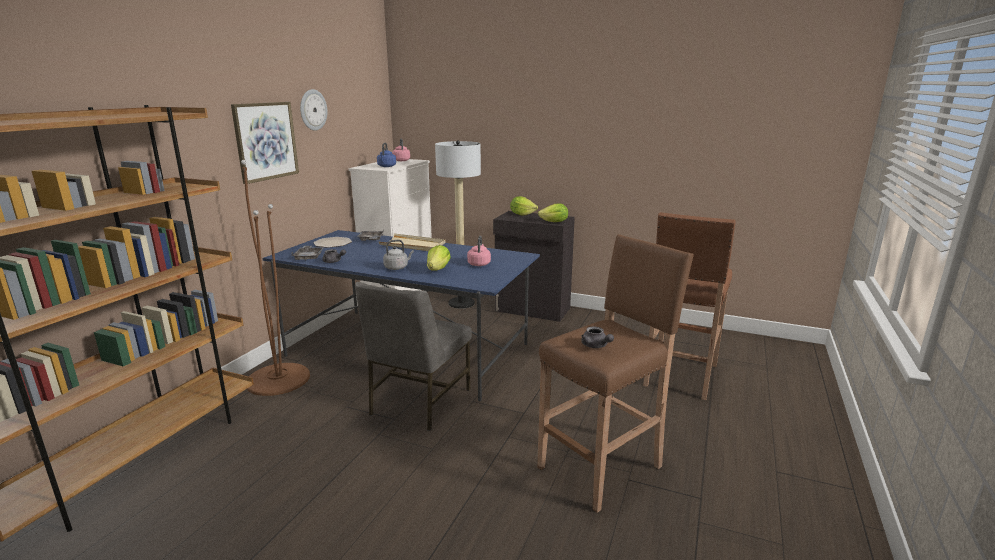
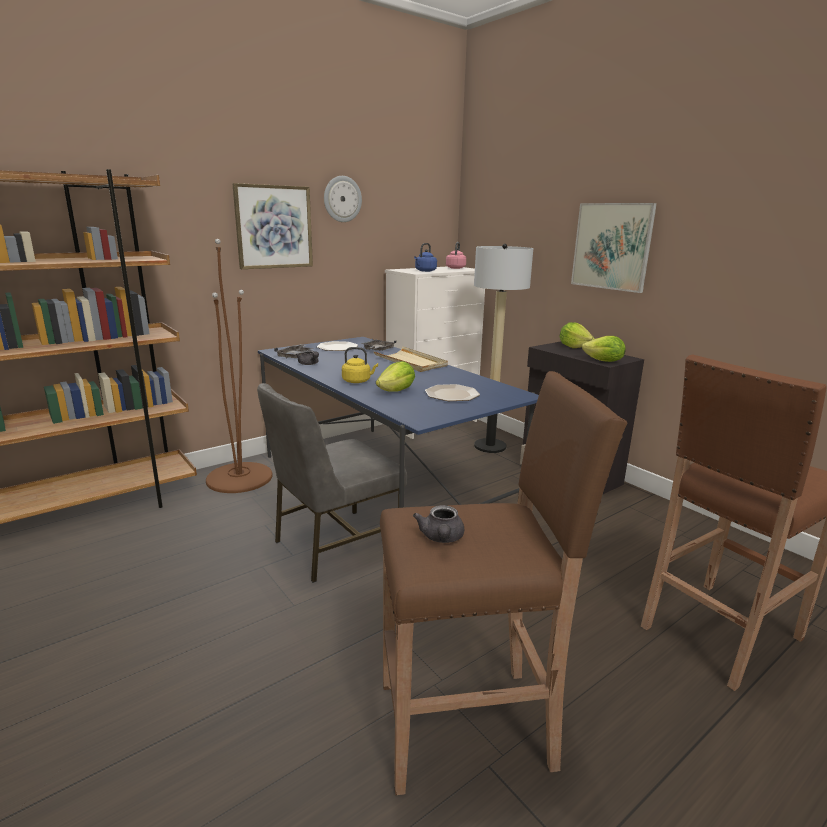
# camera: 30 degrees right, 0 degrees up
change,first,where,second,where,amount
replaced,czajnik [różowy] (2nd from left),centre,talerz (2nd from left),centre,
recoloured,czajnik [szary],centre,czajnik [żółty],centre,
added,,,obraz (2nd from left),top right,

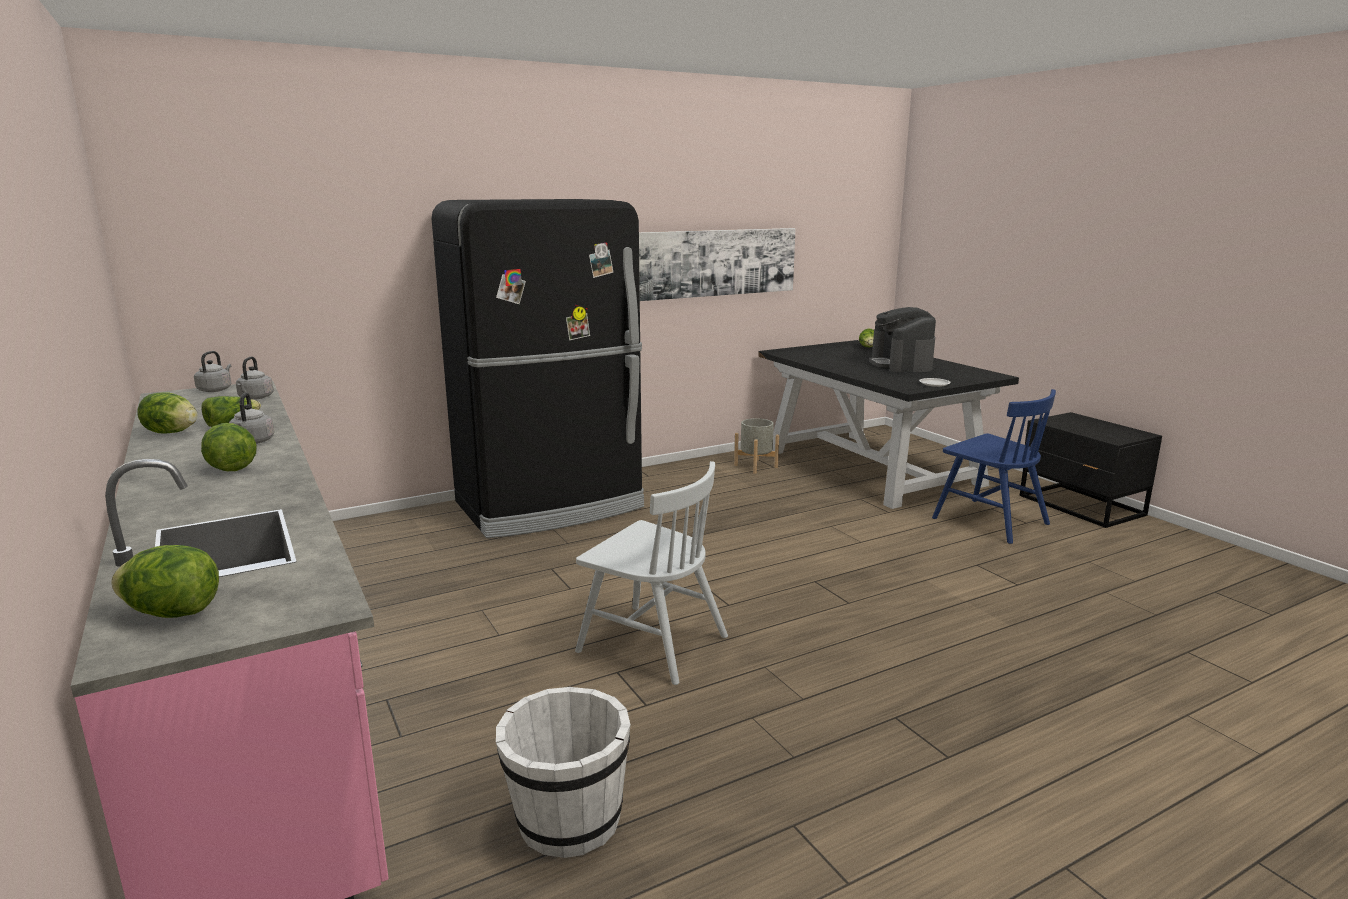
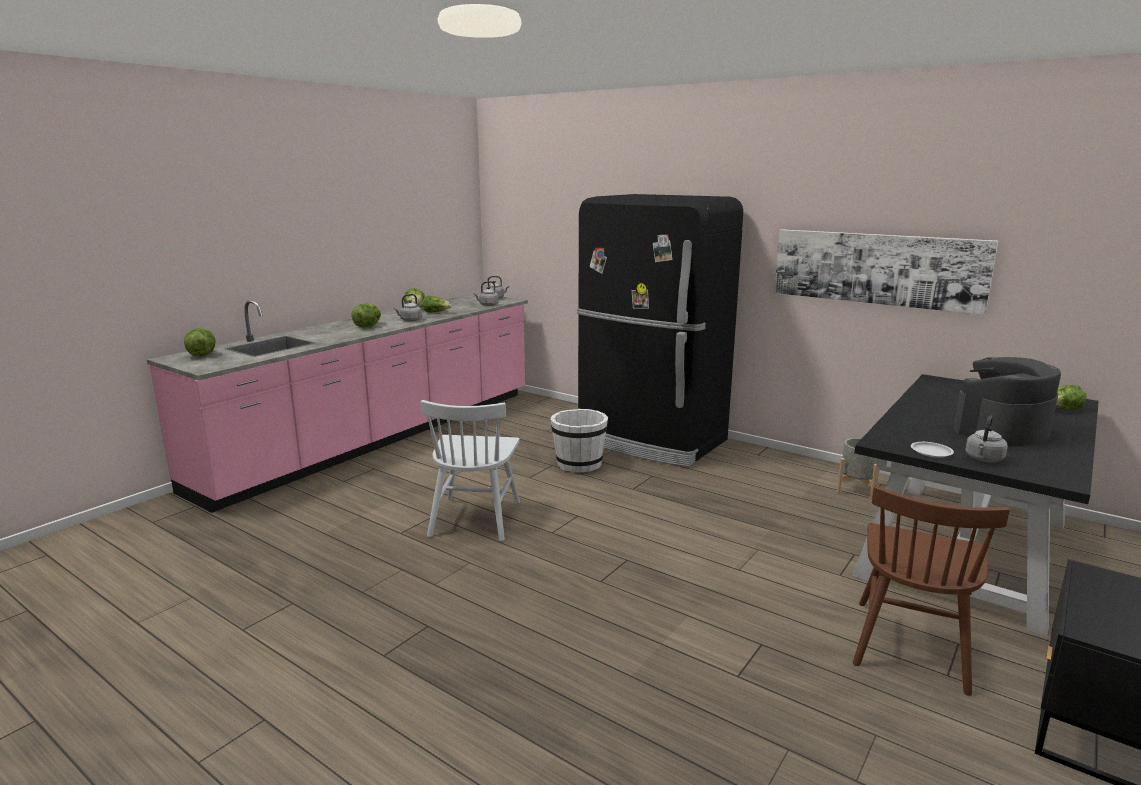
# camera: 65 degrees right, 0 degrees up
change,first,where,second,where,amount
recoloured,krzesło [niebieski],middle right,krzesło [brązowy],bottom right,
moved,wiadro [biały],bottom centre,,centre,
added,,,czajnik [szary] (4th from left),middle right,

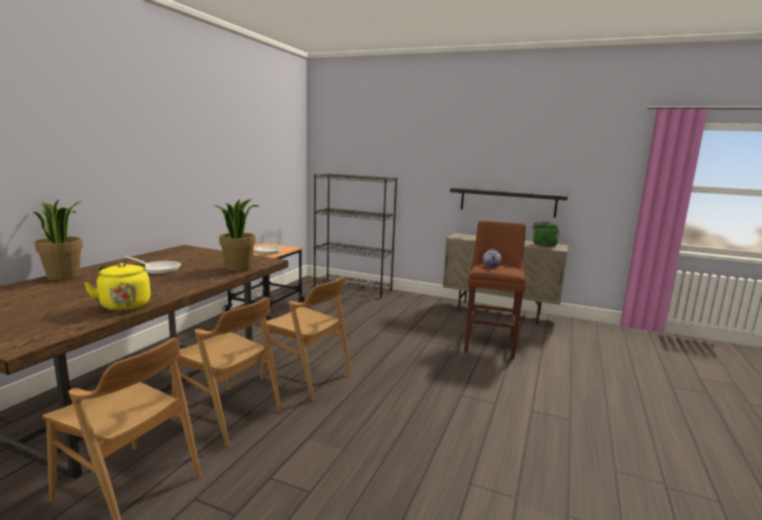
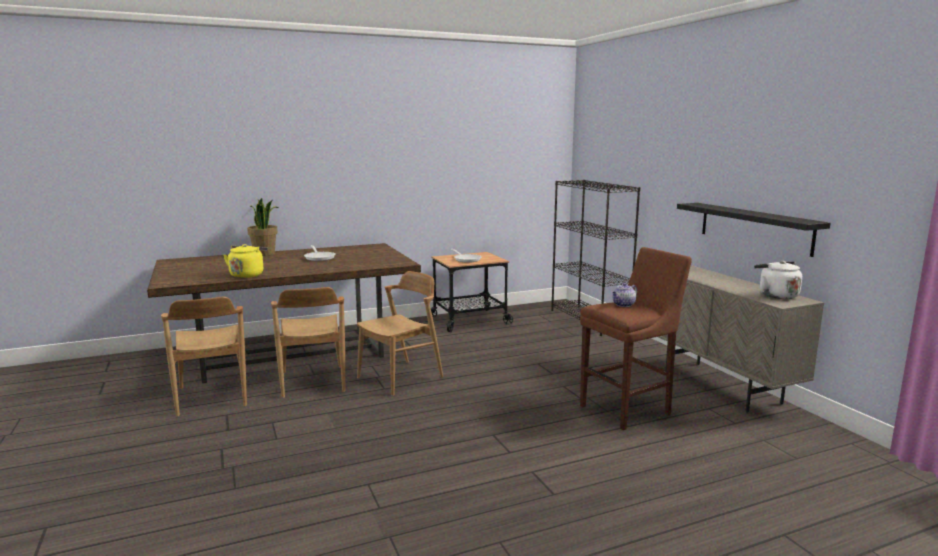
# camera: 45 degrees right, 0 degrees up
change,first,where,second,where,amount
removed,roślina doniczkowa (2nd from left),middle left,,,
recoloured,czajnik [zielony],middle right,czajnik [biały],middle right,
turned,krzesło [brązowy] (3rd from left),centre,,centre,120 degrees counterclockwise

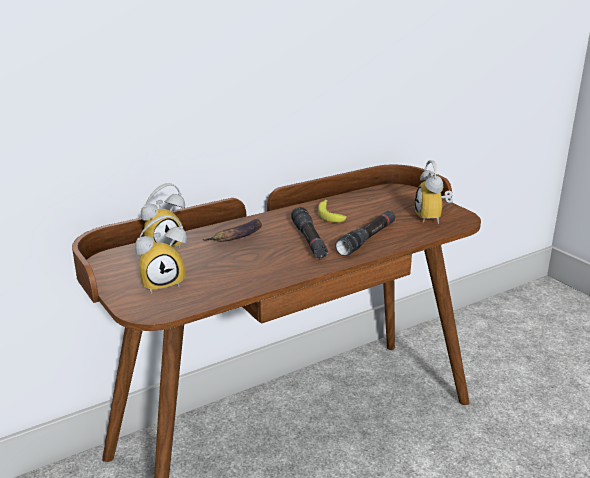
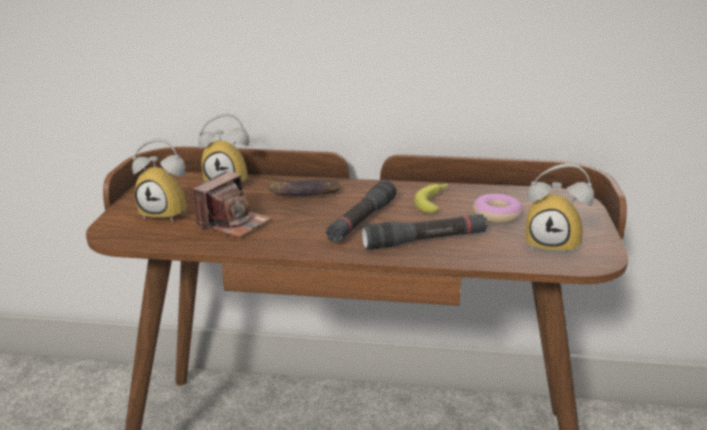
# camera: 40 degrees right, 0 degrees up
change,first,where,second,where,amount
turned,budzik (3rd from left),middle right,,middle right,105 degrees counterclockwise
added,,,aparat fotograficzny,middle left,
added,,,donut,middle right,

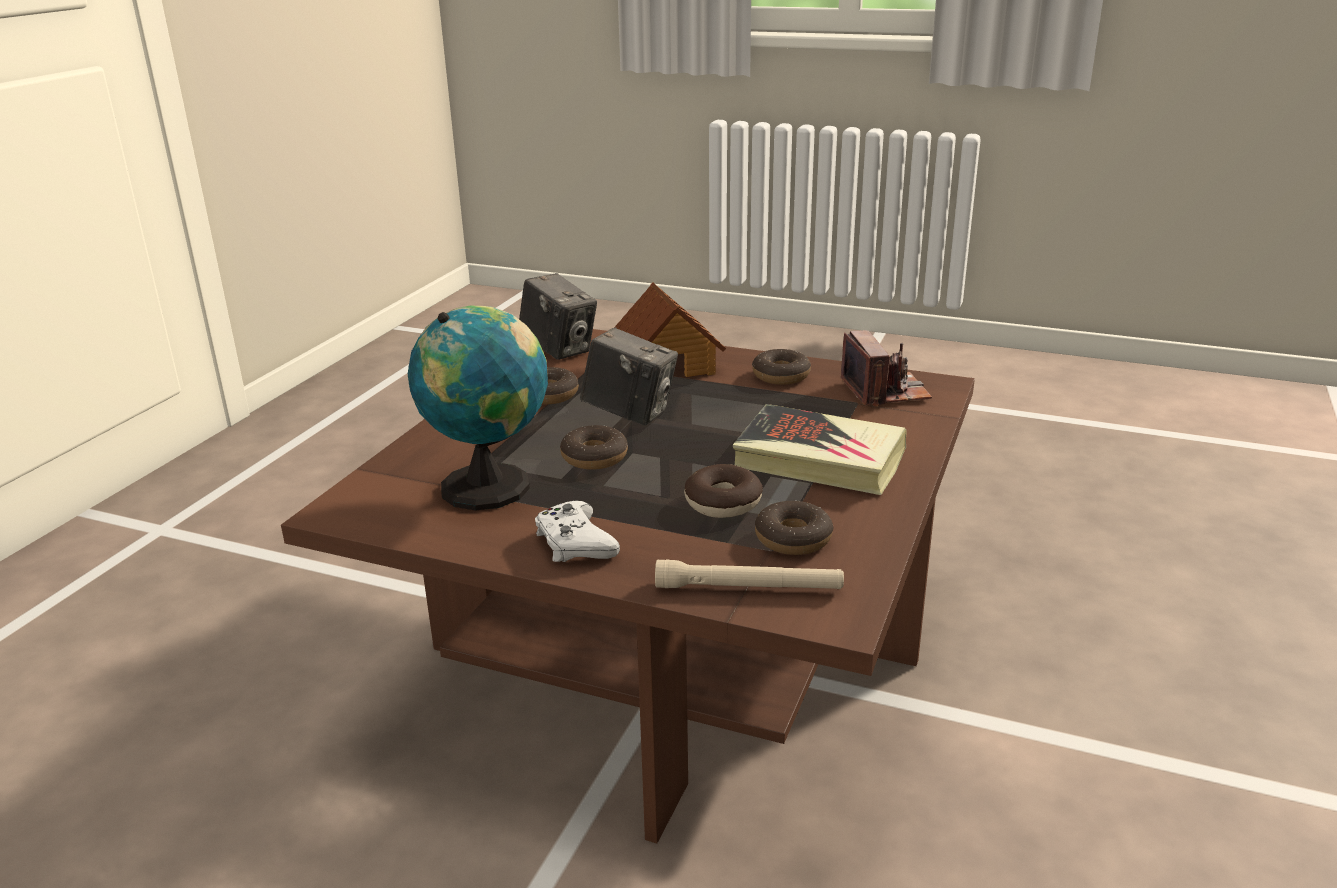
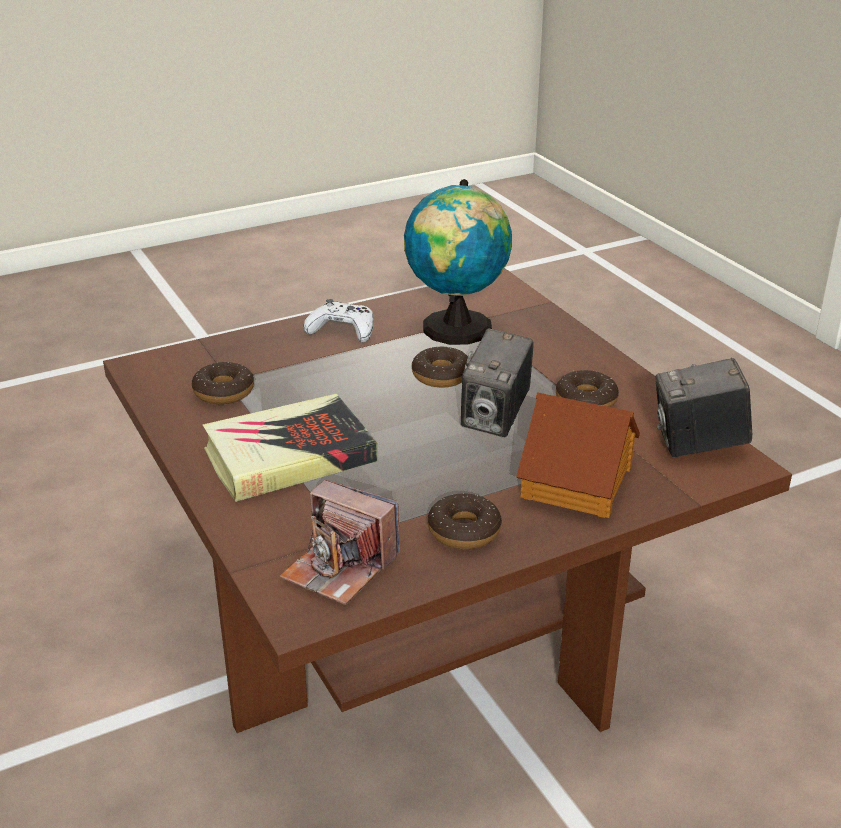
# camera: 130 degrees right, 5 degrees up
change,first,where,second,where,amount
turned,aparat fotograficzny (2nd from left),centre,,centre,45 degrees counterclockwise
removed,donut (3rd from left),centre,,,
removed,latarka [beżowy],centre,,,

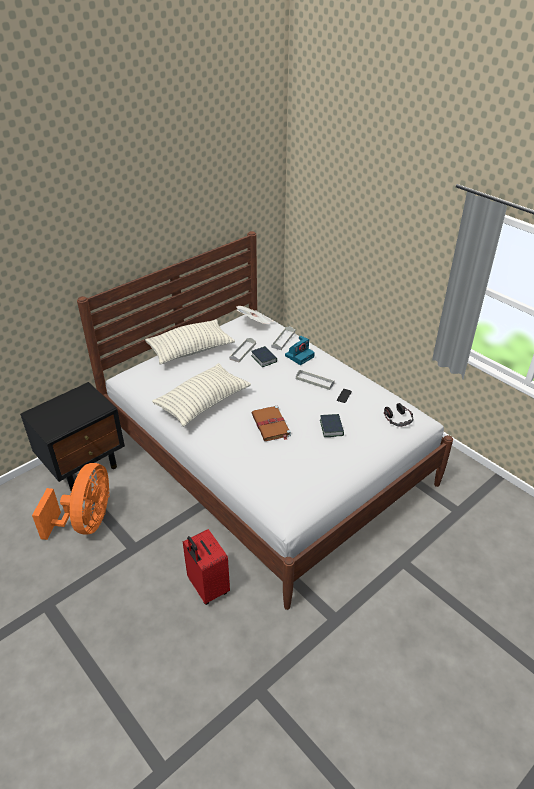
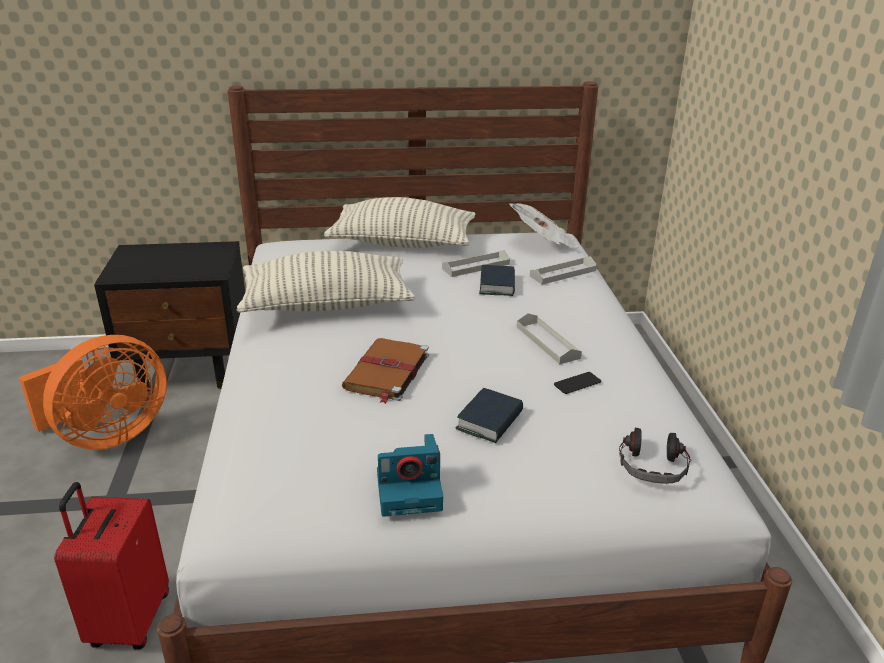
# camera: 35 degrees right, 10 degrees down
change,first,where,second,where,amount
moved,aparat fotograficzny,centre,,bottom centre,

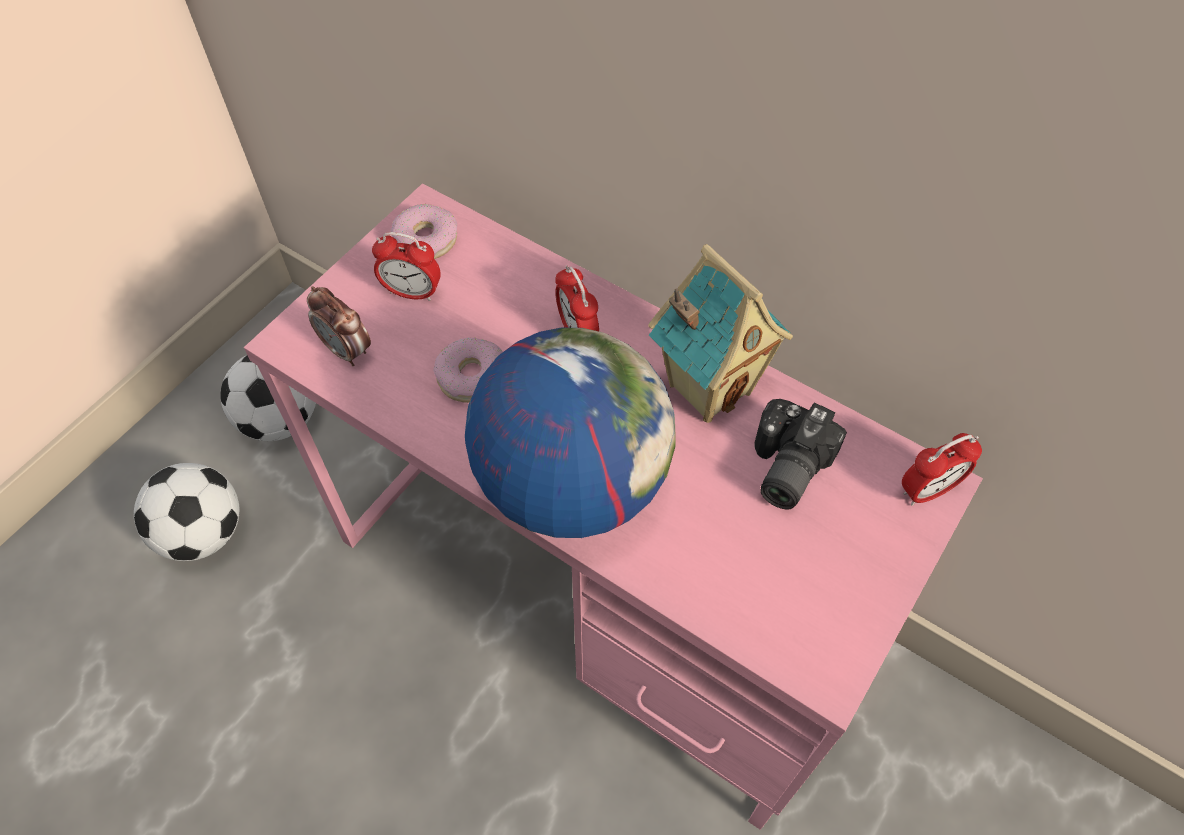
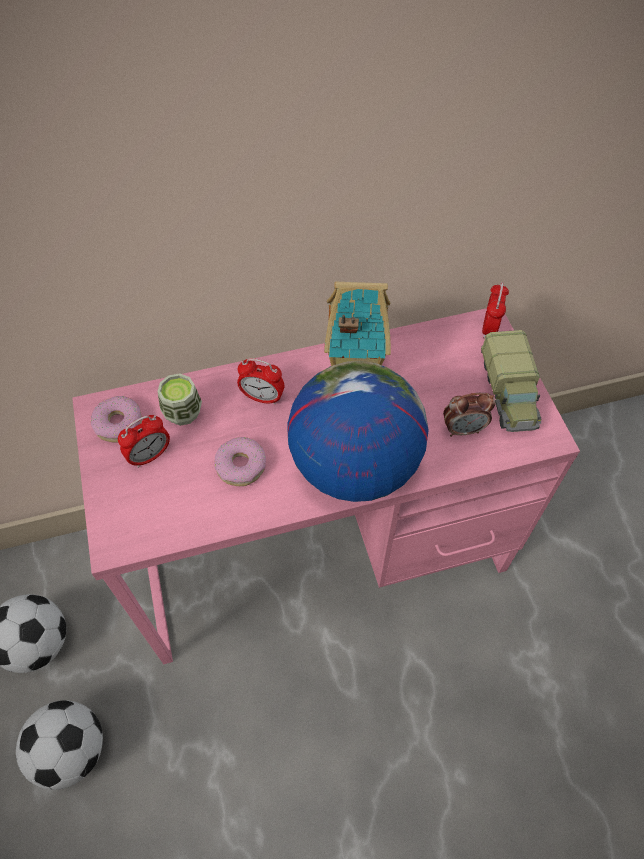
# camera: 50 degrees left, 0 degrees up
change,first,where,second,where,amount
moved,budzik (1st from left in the first image),middle left,budzik (3rd from left),middle right,
removed,aparat fotograficzny,middle right,,,
added,,,ciężarówka zabawkowa,middle right,
added,,,filiżanka,middle left,

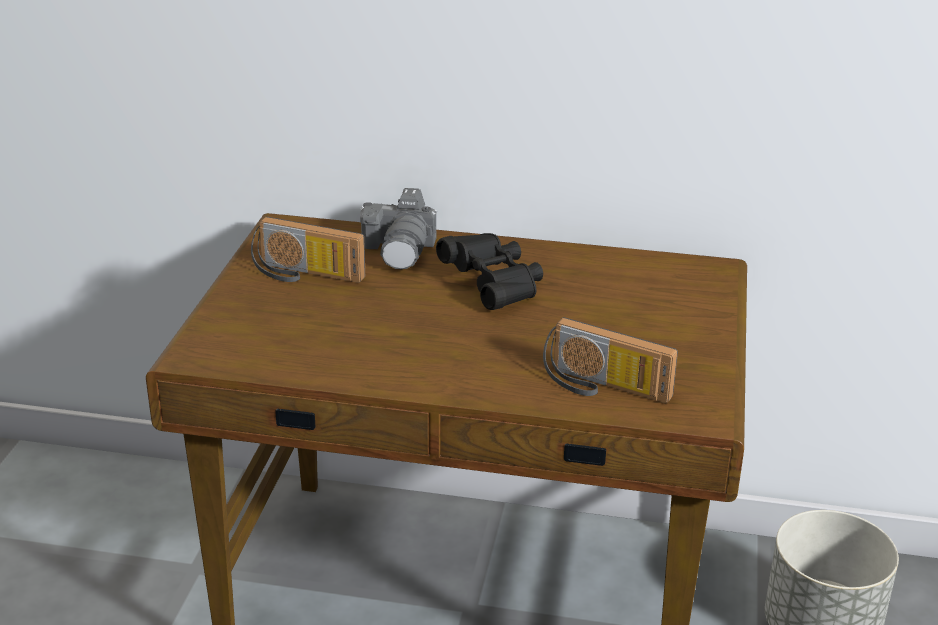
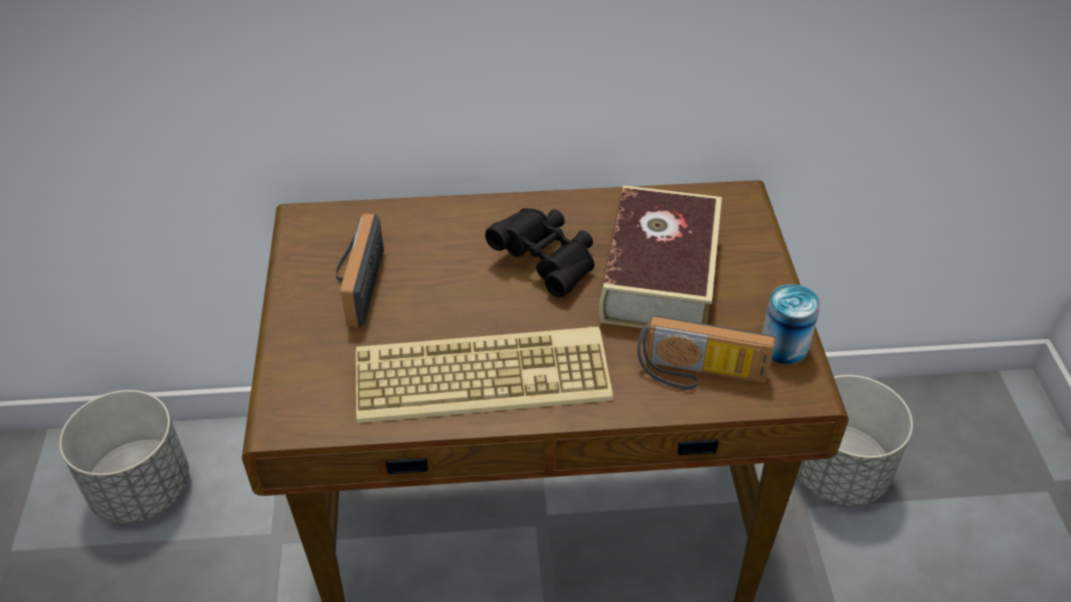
# camera: 15 degrees left, 15 degrees up
change,first,where,second,where,amount
removed,aparat fotograficzny,centre,,,
turned,radio (1st from left),middle left,,centre,90 degrees clockwise
added,,,książka,centre,
added,,,puszka,middle right,
added,,,klawiatura,centre,
added,,,donica [szary] (1st from left),bottom left,

